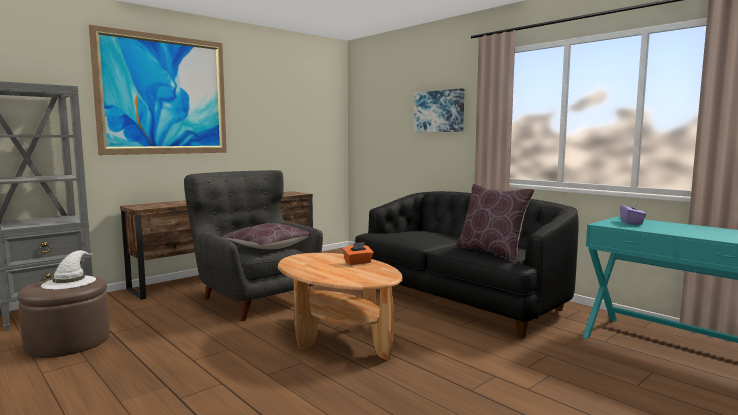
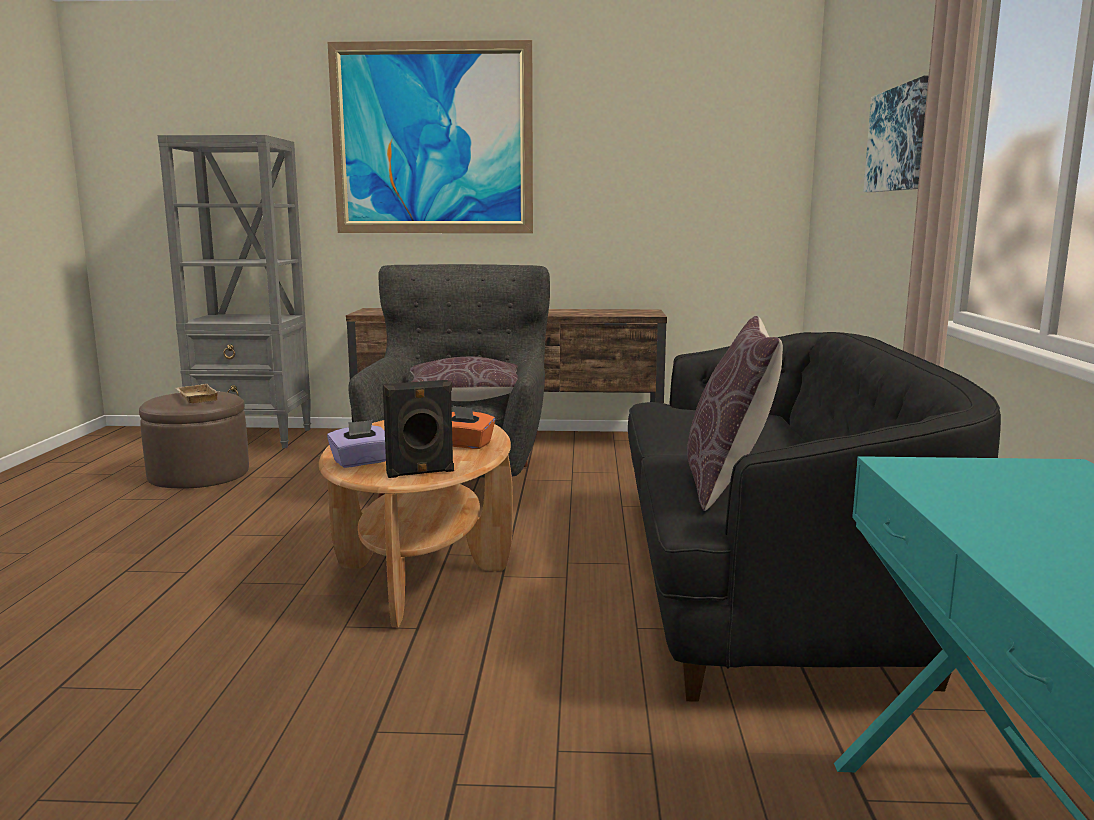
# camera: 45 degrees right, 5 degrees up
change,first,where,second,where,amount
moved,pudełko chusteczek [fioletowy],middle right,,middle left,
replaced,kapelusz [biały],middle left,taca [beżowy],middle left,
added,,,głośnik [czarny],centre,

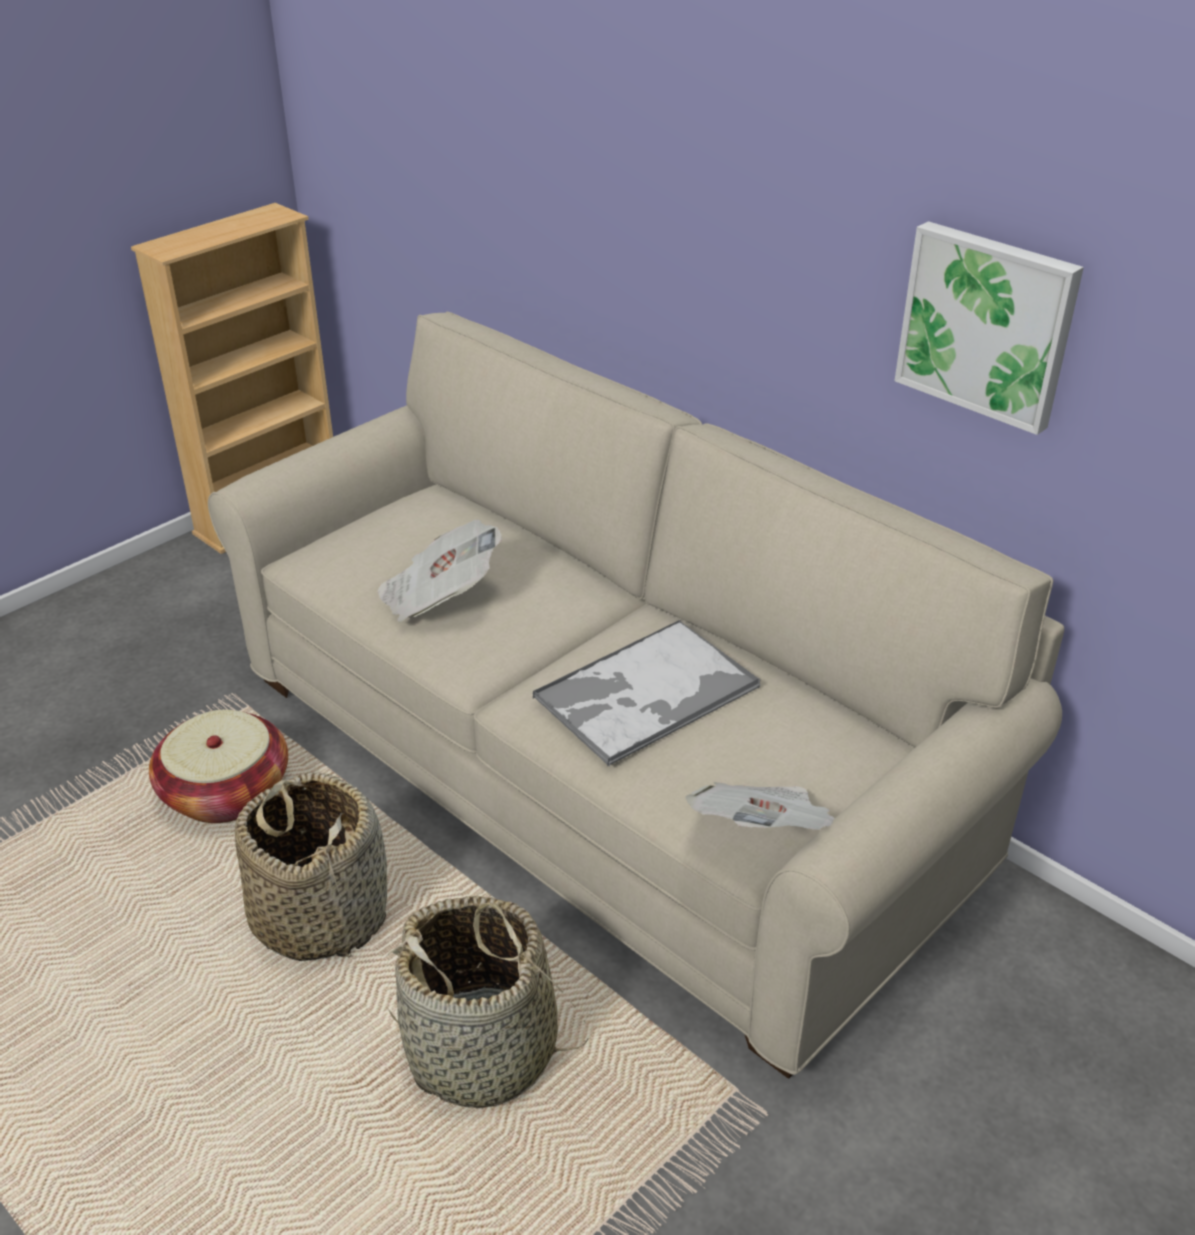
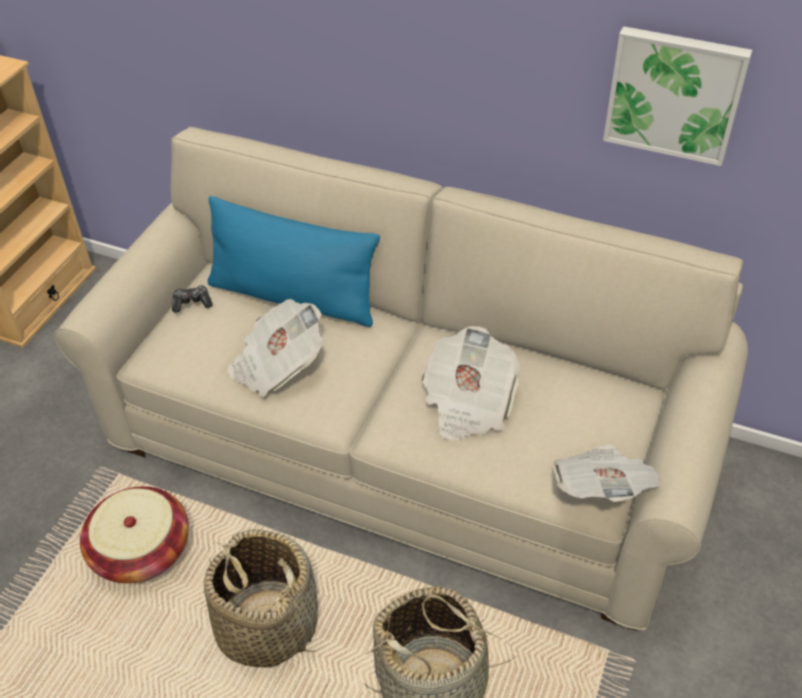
# camera: 20 degrees left, 10 degrees up
change,first,where,second,where,amount
replaced,taca,centre,gazeta (2nd from left),centre,
added,,,poduszka [niebieski],centre,
added,,,pad do gier,middle left,

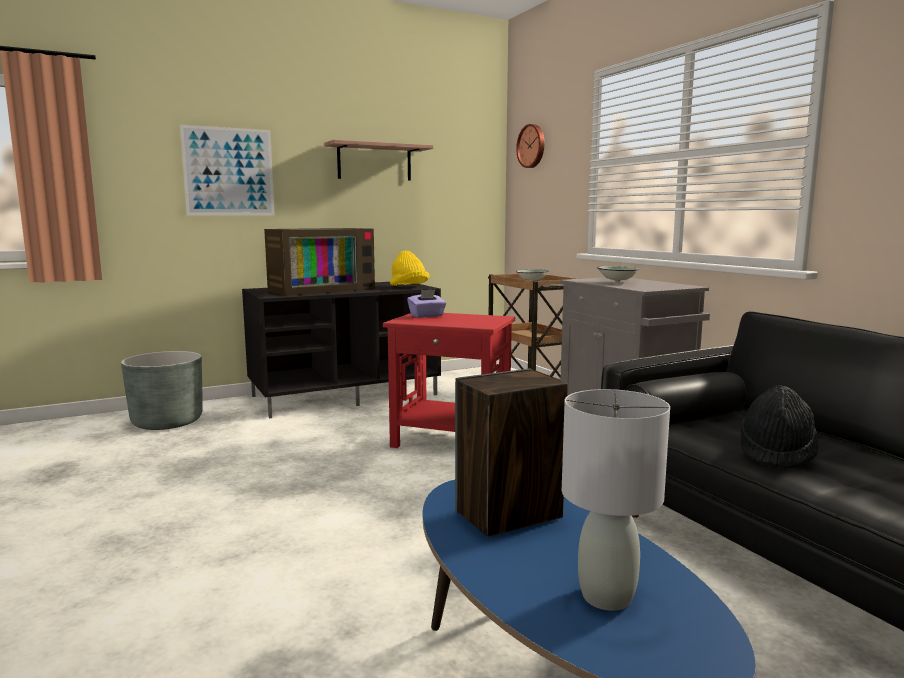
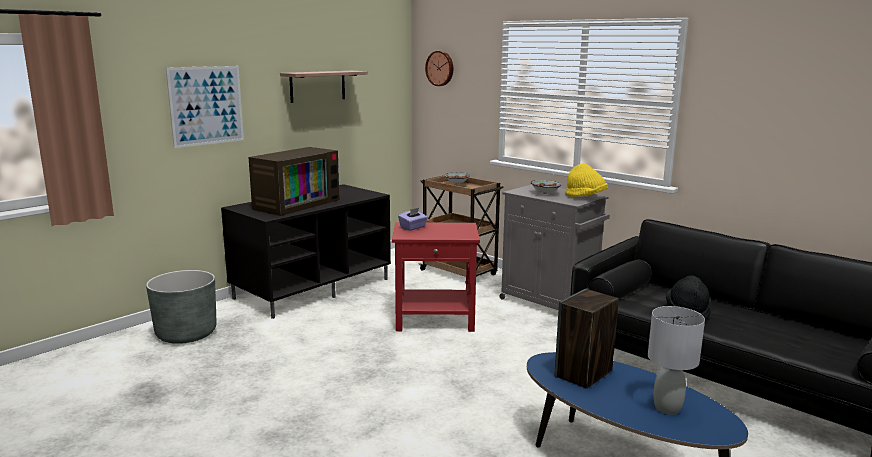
# camera: 20 degrees left, 5 degrees up
change,first,where,second,where,amount
moved,kapelusz [żółty],centre,,middle right,

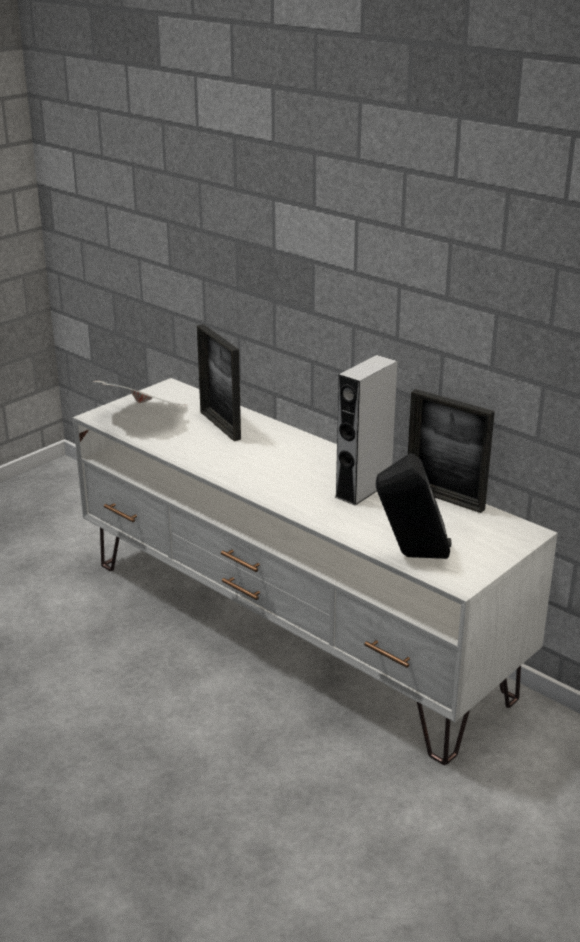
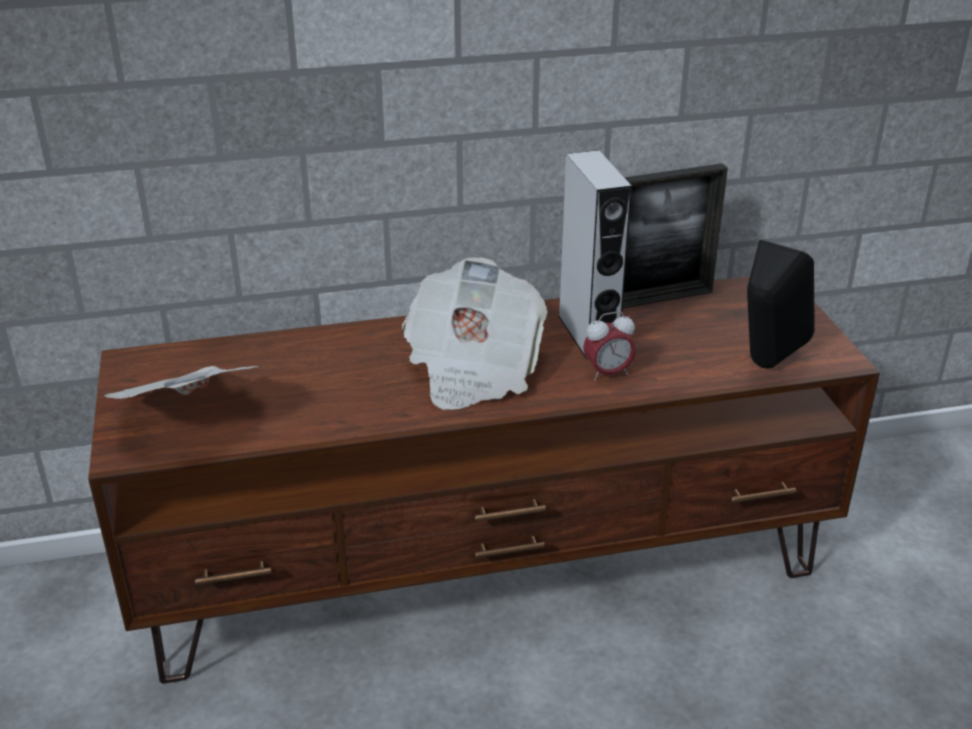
# camera: 55 degrees left, 5 degrees up
change,first,where,second,where,amount
removed,ramka na zdjęcie (1st from left),centre,,,
recoloured,szafka pod telewizor [biały],centre,szafka pod telewizor [brązowy],centre,
added,,,gazeta (2nd from left),centre,
added,,,budzik,centre,

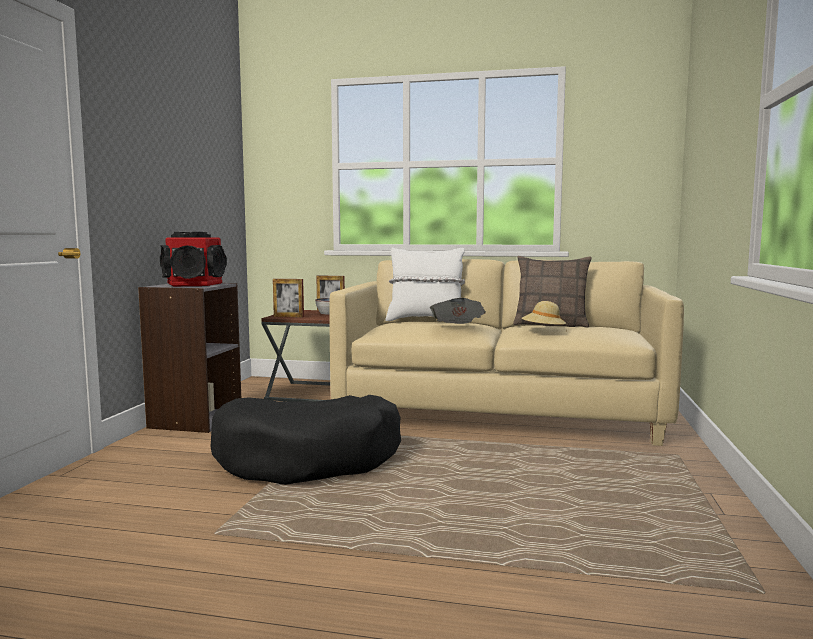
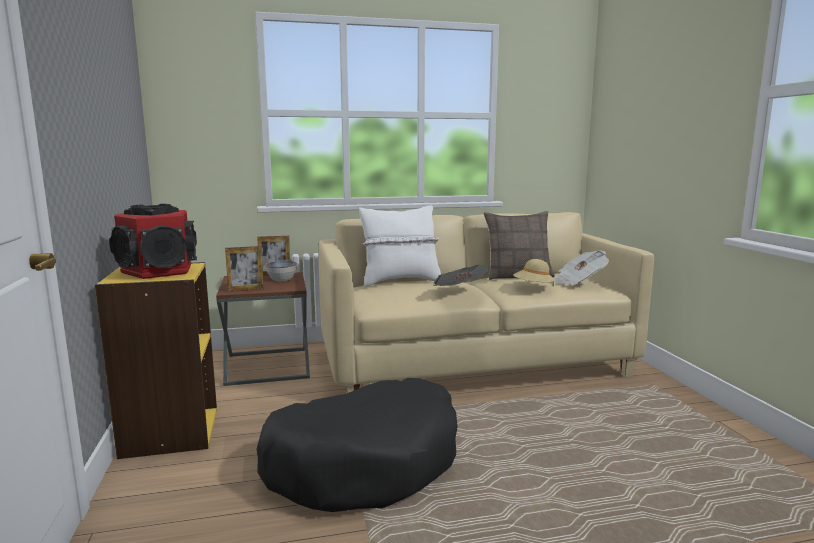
# camera: 25 degrees left, 5 degrees up
change,first,where,second,where,amount
recoloured,regał [szary],middle left,regał [żółty],middle left,
added,,,gazeta (2nd from left),middle right,

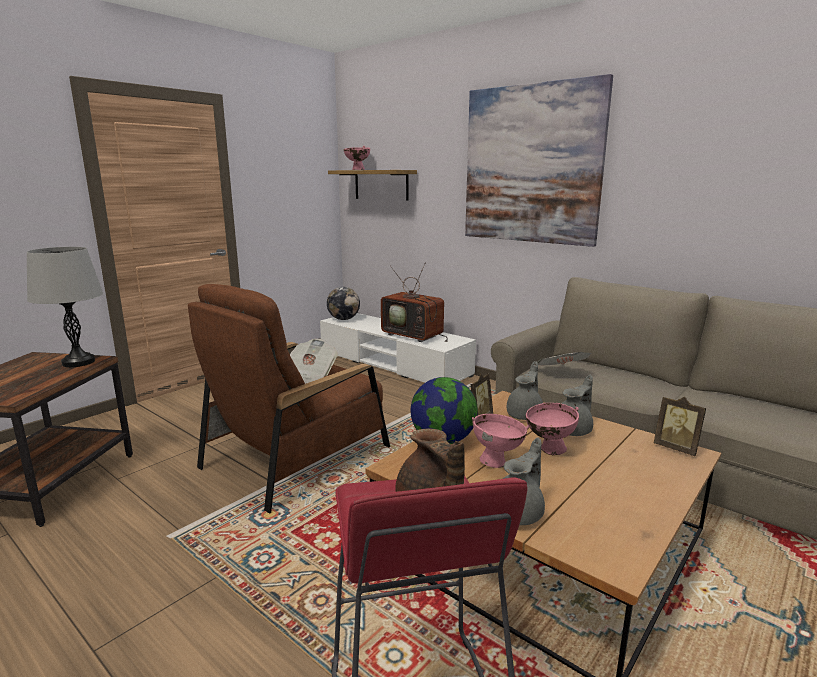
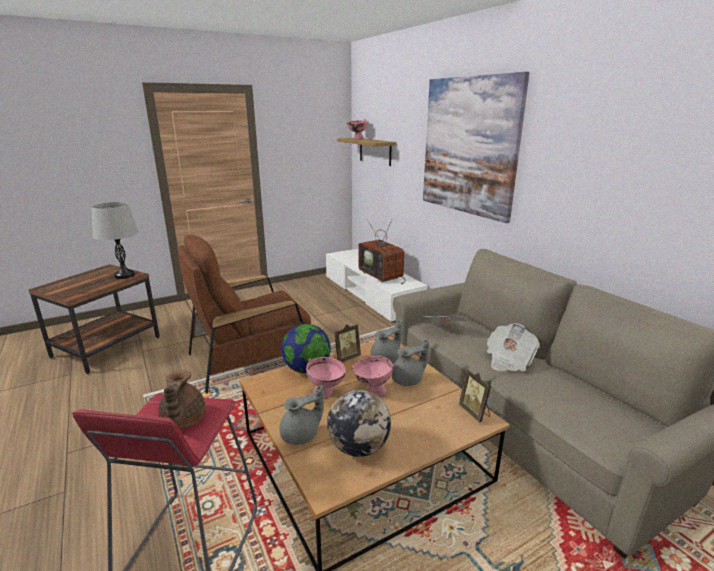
# camera: 20 degrees right, 5 degrees up
change,first,where,second,where,amount
moved,globus (1st from left in the first image),centre,globus (2nd from left),bottom centre,
moved,gazeta (1st from left in the first image),centre,gazeta (2nd from left),middle right,

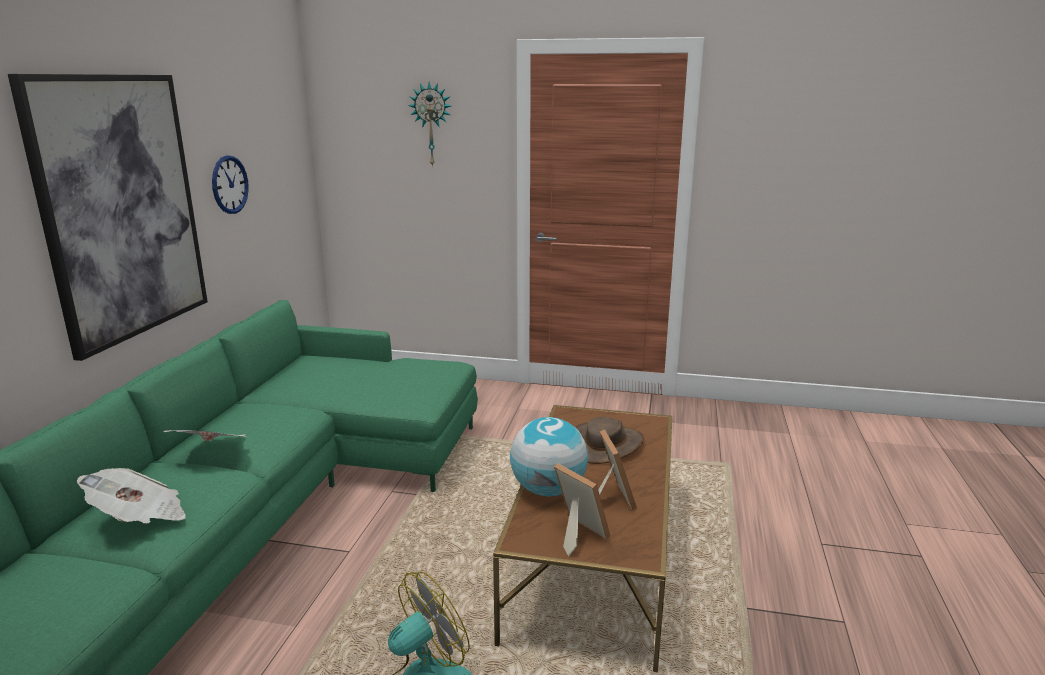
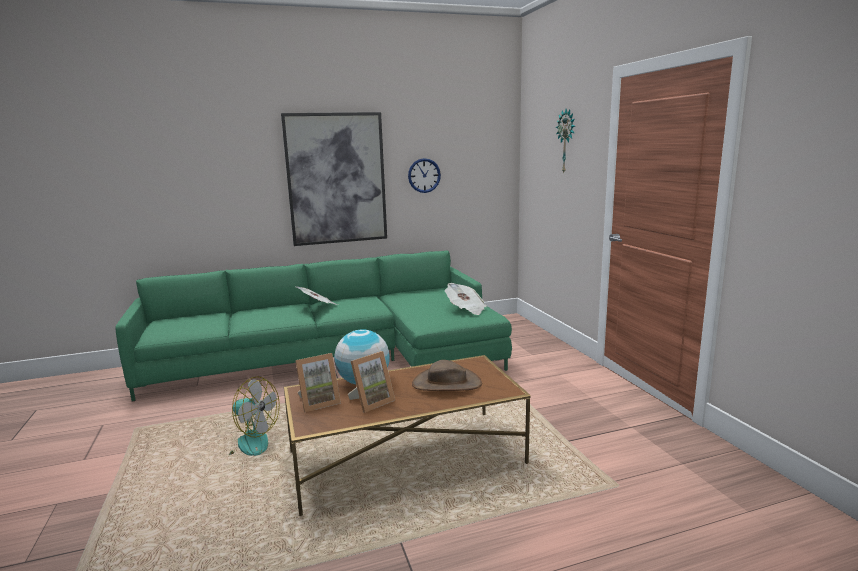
# camera: 60 degrees right, 5 degrees down
change,first,where,second,where,amount
turned,ramka na zdjęcie (1st from left),bottom centre,,bottom centre,45 degrees clockwise
moved,gazeta (1st from left in the first image),bottom left,gazeta (2nd from left),centre,

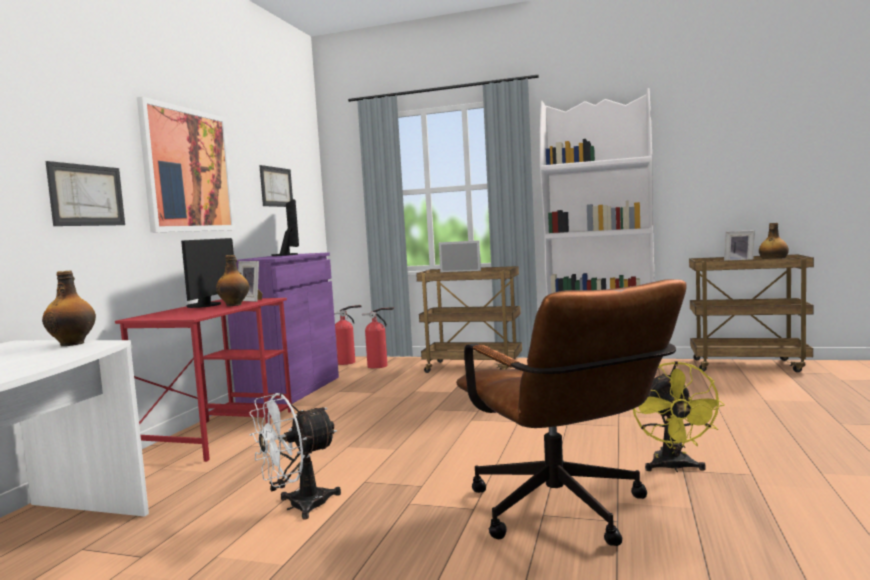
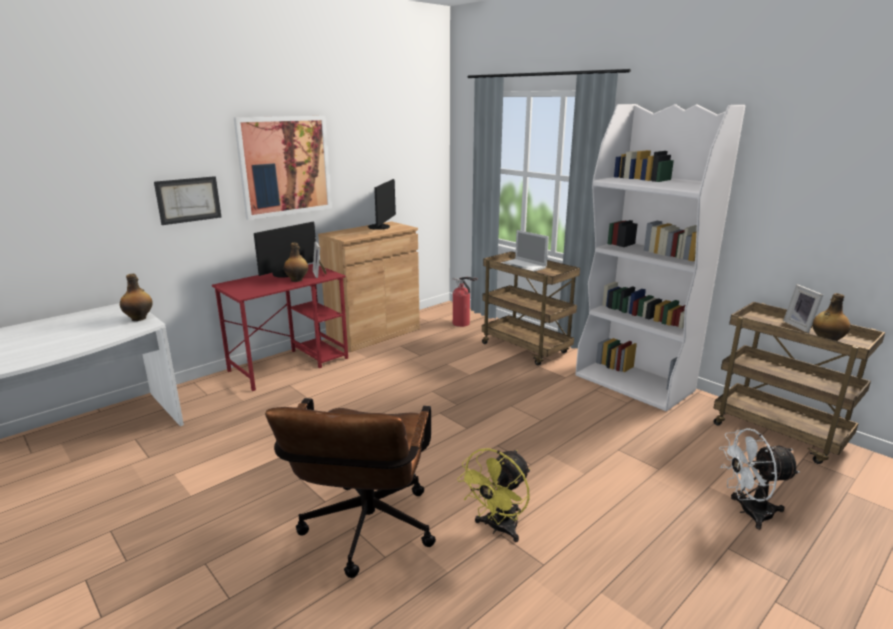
# camera: 30 degrees right, 15 degrees up
change,first,where,second,where,amount
removed,obraz (3rd from left),top left,,,
recoloured,szafka [fioletowy],middle left,szafka [brązowy],centre,
removed,gaśnica (1st from left),centre,,,
moved,wentylator [biały],bottom centre,,bottom right,

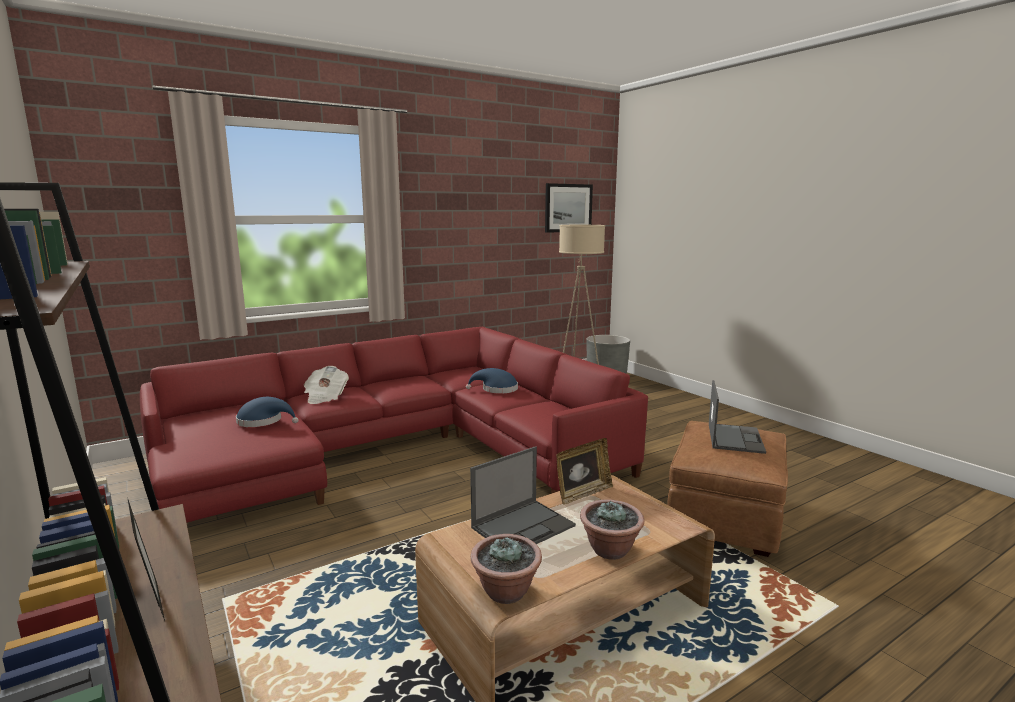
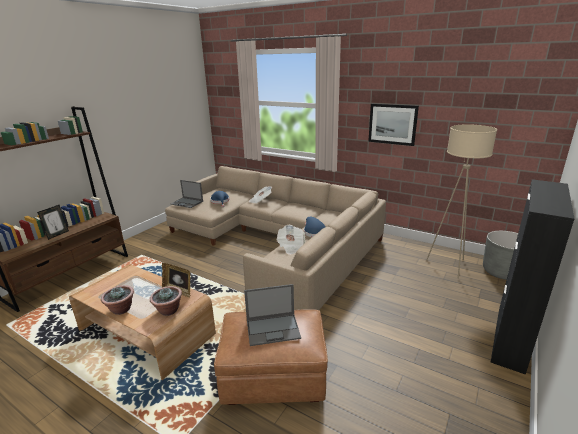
# camera: 65 degrees right, 10 degrees up
change,first,where,second,where,amount
moved,obraz,top centre,,top right,
recoloured,kanapa [czerwony],centre,kanapa [beżowy],centre,
moved,laptop (1st from left),bottom centre,,middle left,
moved,roślina doniczkowa (1st from left in the first image),bottom centre,roślina doniczkowa (2nd from left),bottom left,
added,,,szafka [czarny],middle right,
added,,,gazeta (2nd from left),centre,

